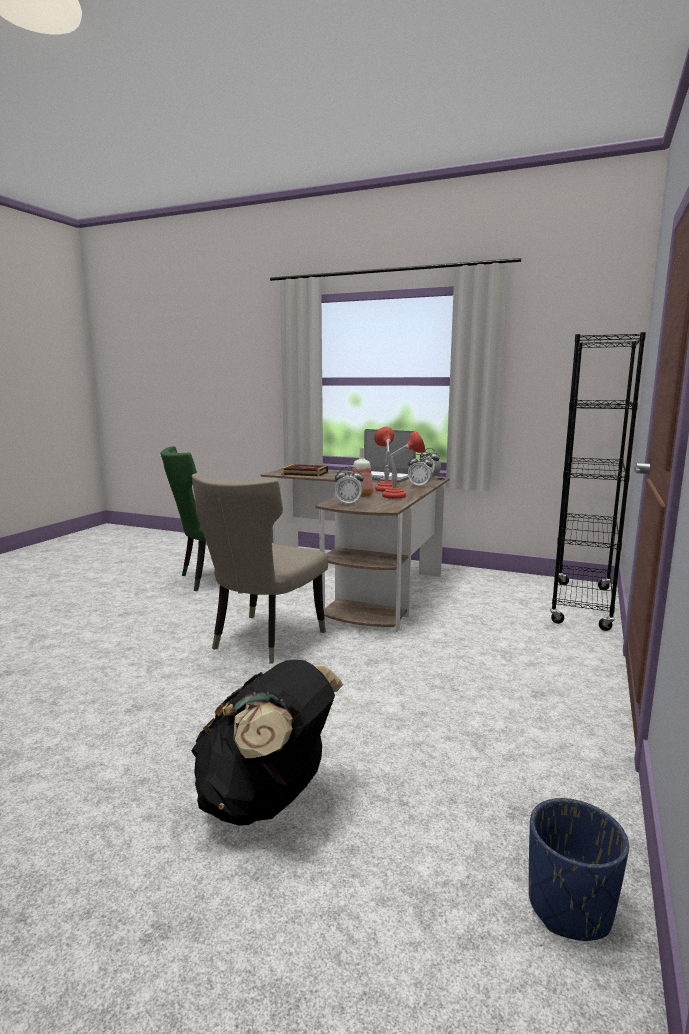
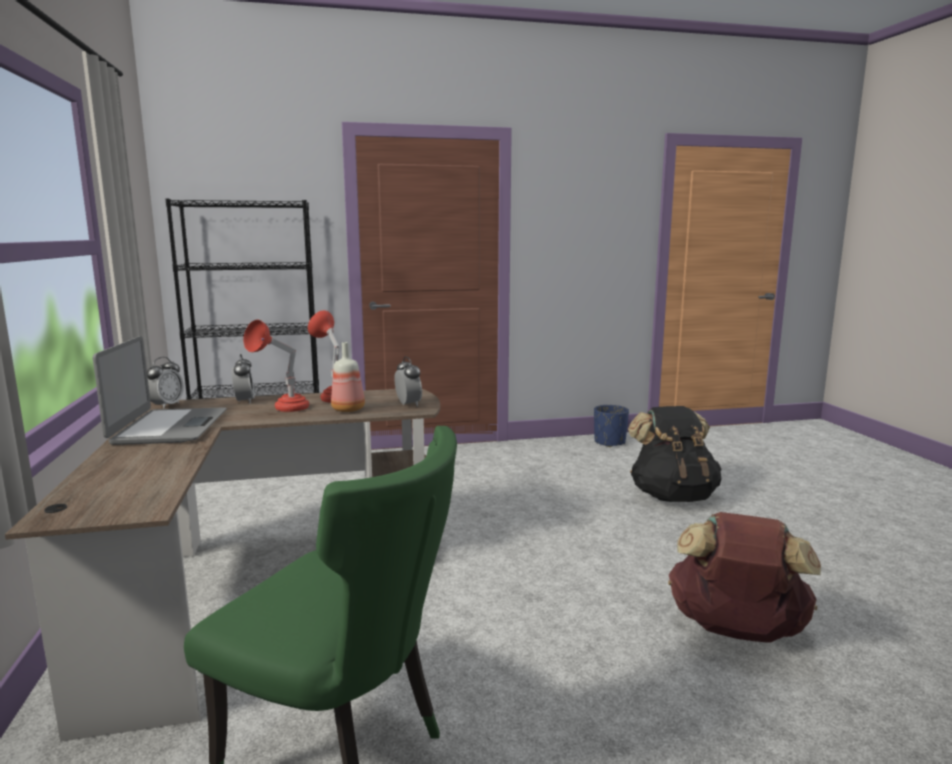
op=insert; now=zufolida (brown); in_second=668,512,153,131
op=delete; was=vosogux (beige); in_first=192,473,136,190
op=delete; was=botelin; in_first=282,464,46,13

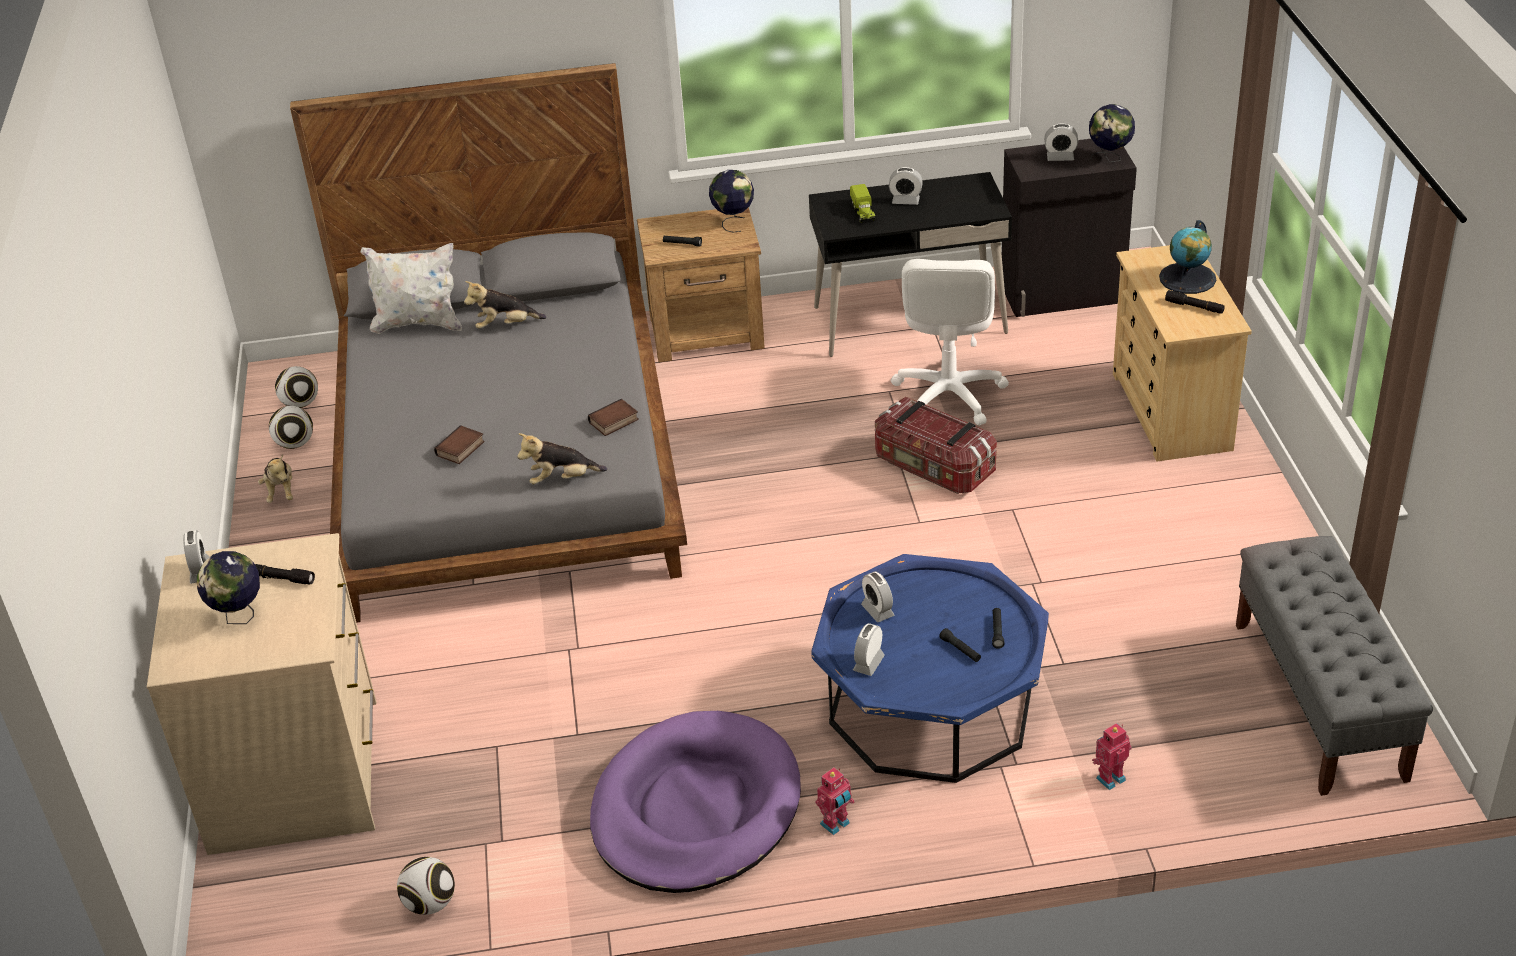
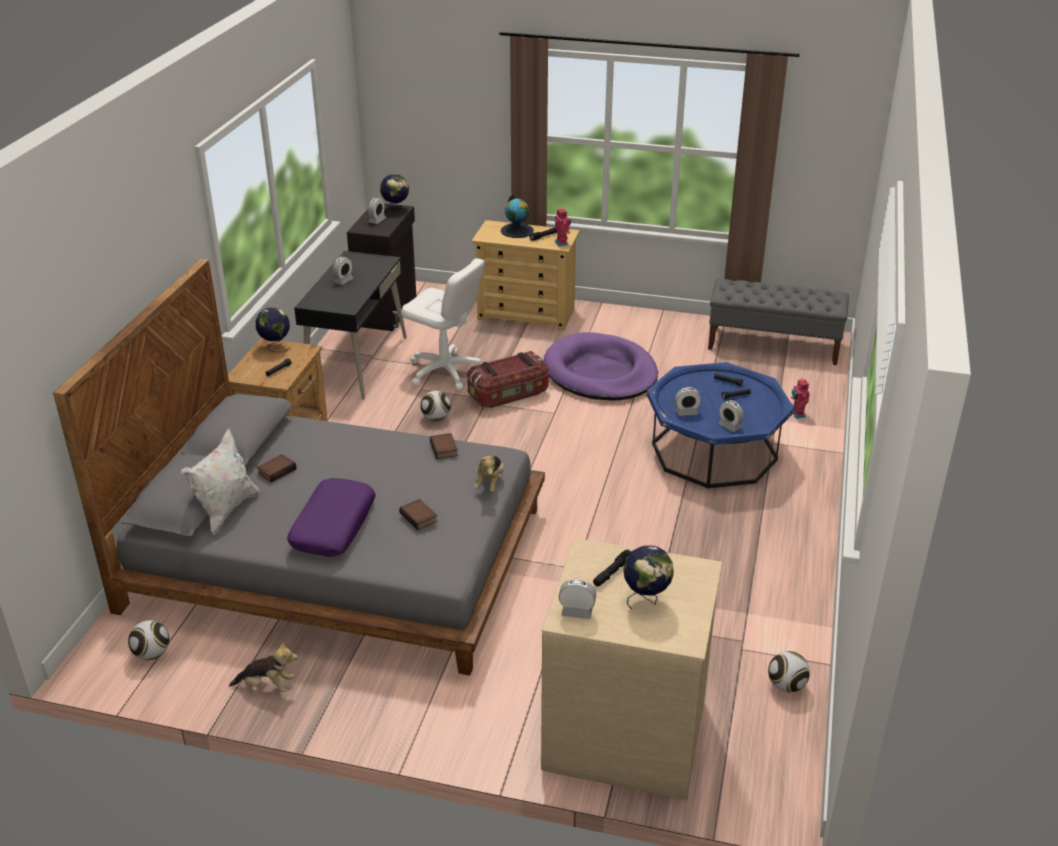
op=replace; was=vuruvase; now=botelin; in_first=464,281,82,48; in_second=257,454,40,28
op=insert; now=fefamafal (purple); in_second=287,478,88,79
op=move; was=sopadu; in_first=269,406,44,43; in_second=420,391,31,30
op=move; was=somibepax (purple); in_first=590,711,211,182; in_second=544,332,114,68
op=move; was=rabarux; in_first=815,768,39,67; in_second=555,207,16,39
op=delete; was=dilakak; in_first=850,184,25,39

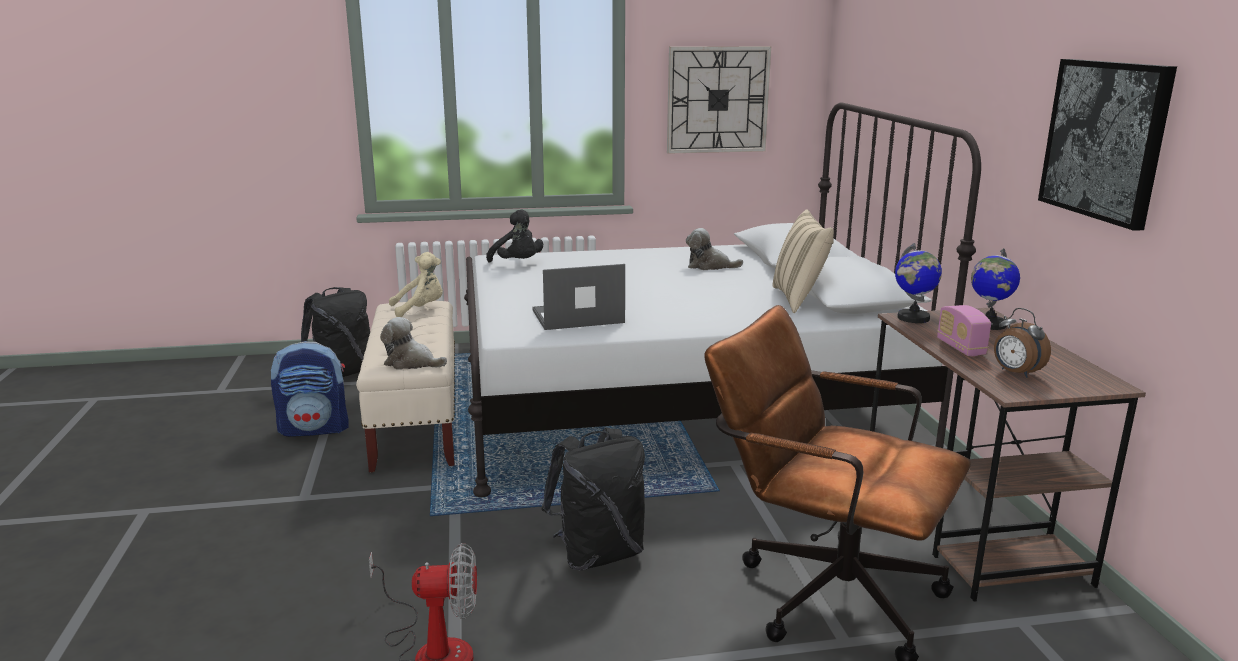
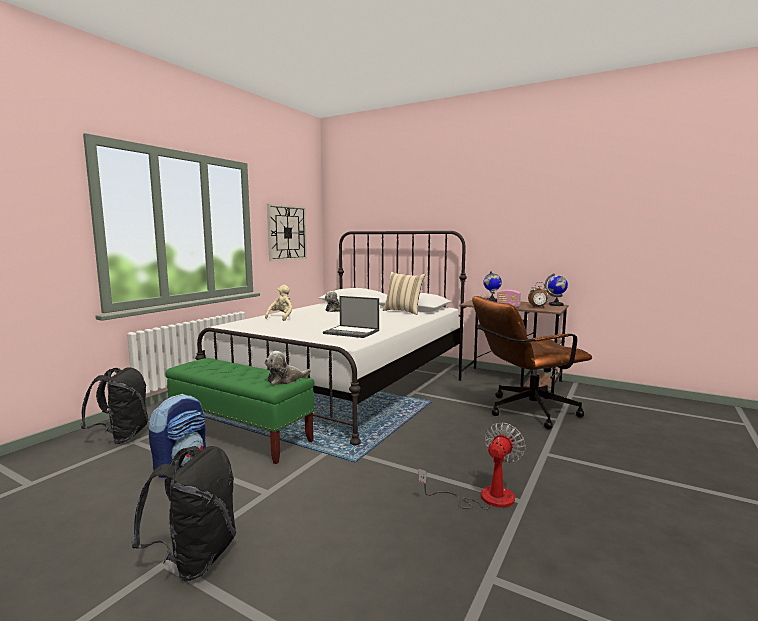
op=move; was=zufolida (black); in_first=541,428,104,142; in_second=131,446,106,135
op=recolor; was=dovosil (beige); now=dovosil (green); in_first=356,301,99,171; in_second=165,358,150,106
op=move; was=vuruvase (beige); in_first=389,252,54,65; in_second=265,285,28,36
op=rotate; was=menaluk; in_first=532,264,93,66; in_second=323,296,56,42; clockwise=-90
op=move; was=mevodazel; in_first=895,243,47,80; in_second=545,273,23,33
op=delete; was=vuruvase (black); in_first=486,209,57,54
op=delete; was=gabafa; in_first=1038,59,139,172

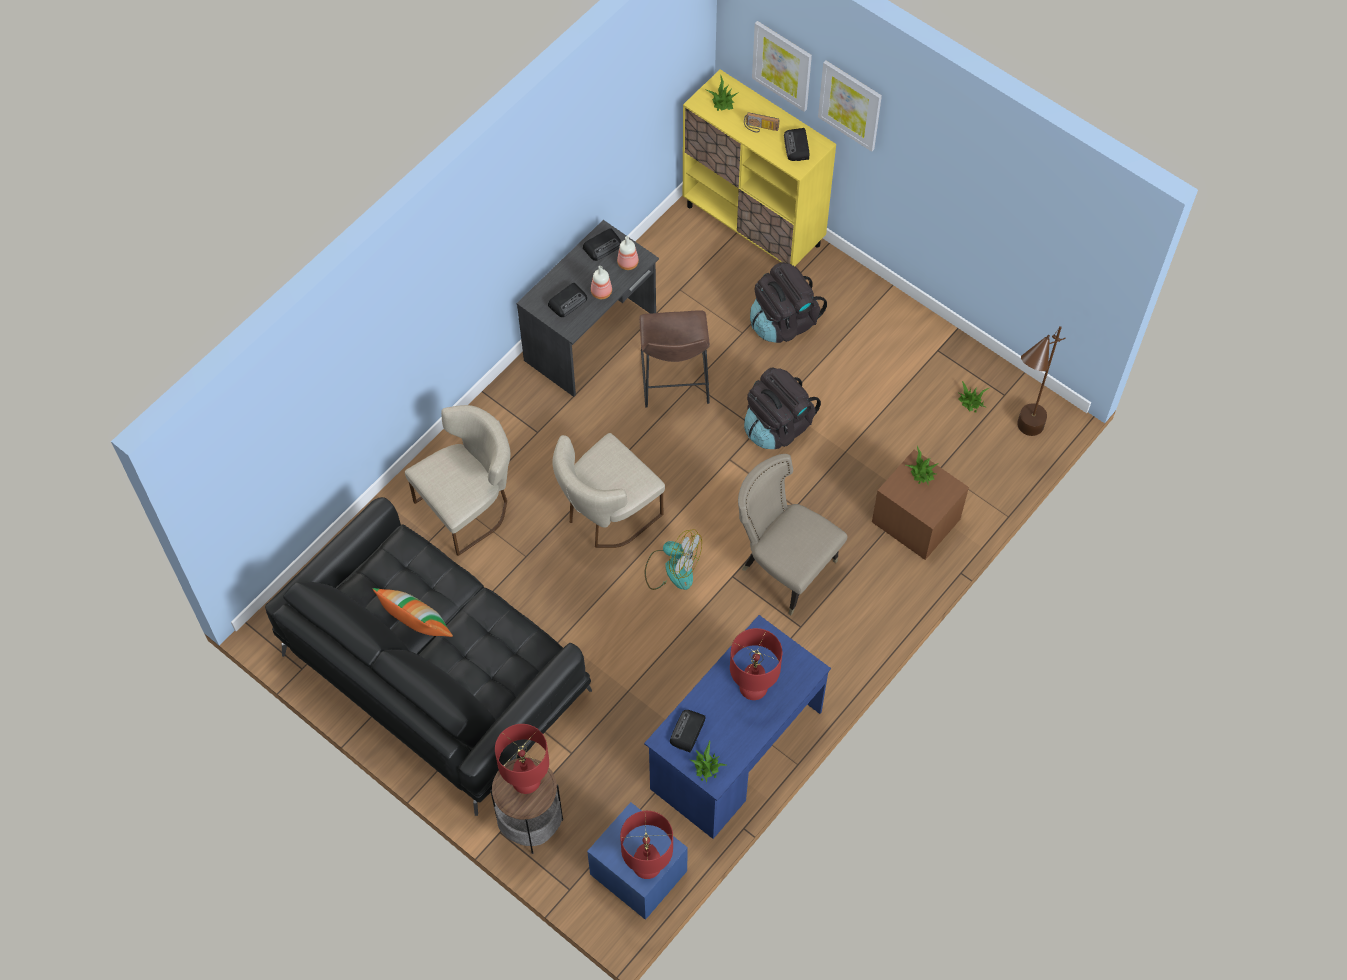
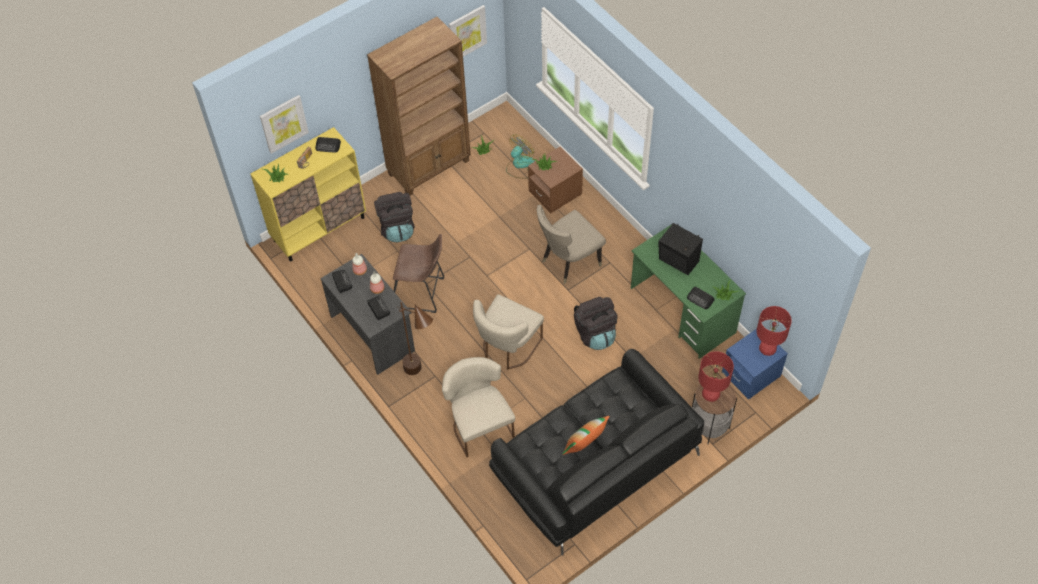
op=insert; now=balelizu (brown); in_second=367,17,104,179
op=move; was=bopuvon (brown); in_first=1017,326,49,110; in_second=398,302,35,73
op=move; was=gabafa; in_first=818,60,64,92; in_second=449,5,38,52
op=rotate; was=vosogux (beige); in_first=552,433,113,115; in_second=473,295,71,74; clockwise=60
op=move; was=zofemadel; in_first=645,529,57,61; in_second=506,134,29,45
op=move; was=zufolida (black); in_first=744,367,77,82; in_second=574,297,44,53
op=recolor; was=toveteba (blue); now=toveteba (green); in_first=644,615,187,224; in_second=631,224,115,135
op=replace; was=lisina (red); now=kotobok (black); in_first=730,628,52,72; in_second=658,223,45,52

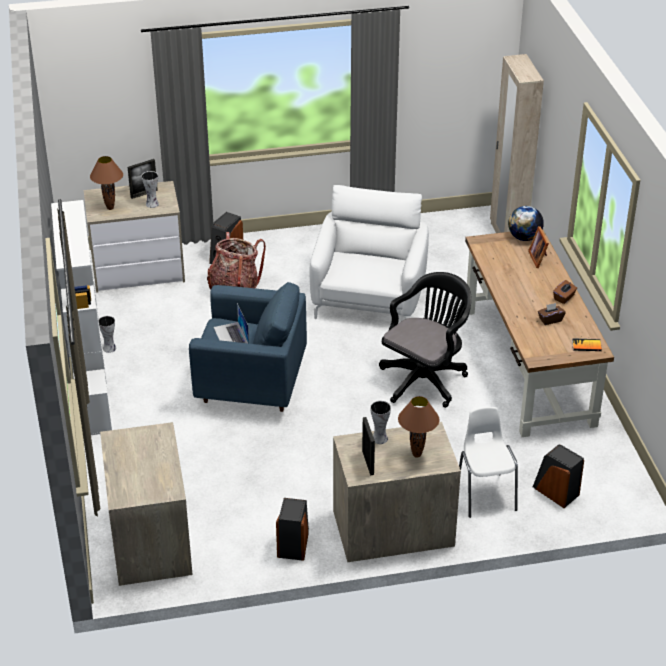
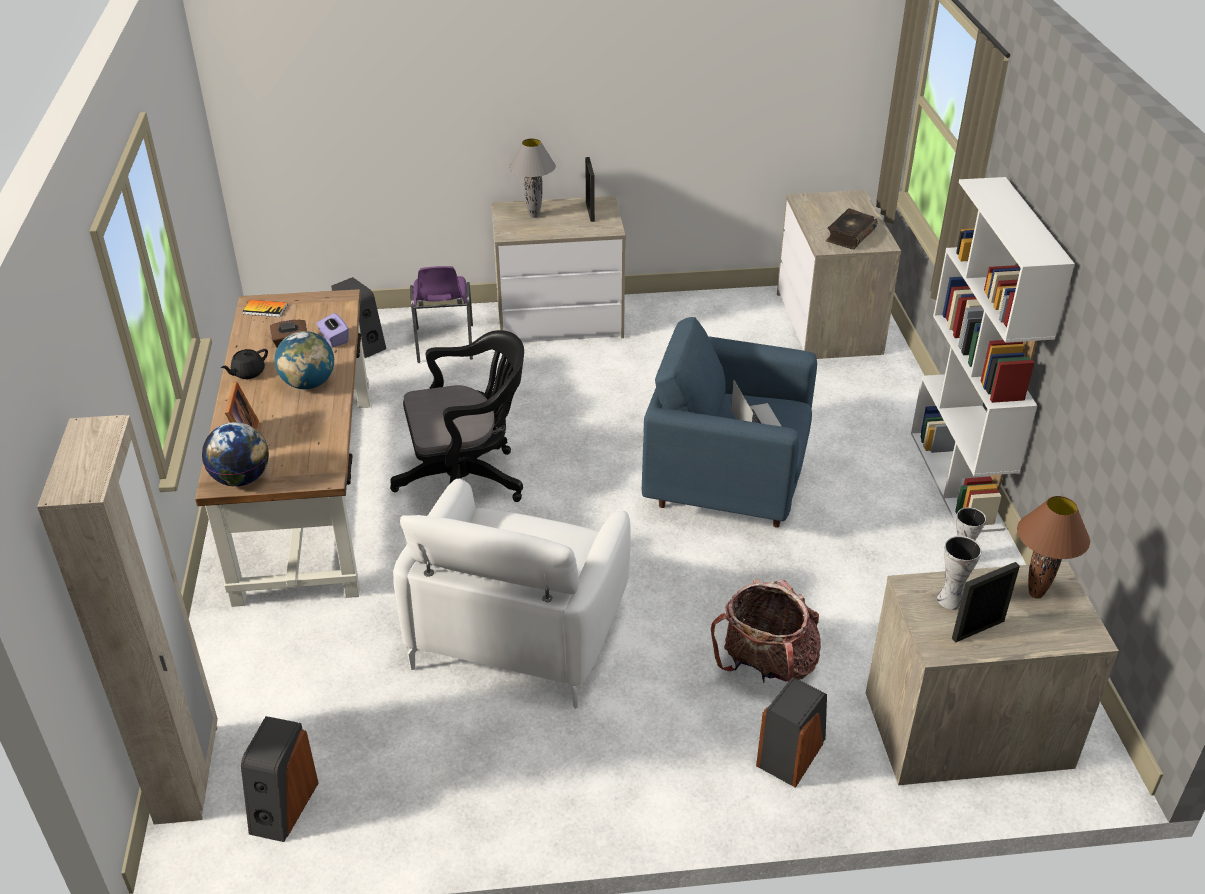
op=replace; was=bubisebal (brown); now=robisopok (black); in_first=553,280,24,24; in_second=221,349,47,30
op=move; was=kotobok; in_first=276,498,33,63; in_second=241,716,77,126
op=insert; now=mevodazel; in_second=275,331,59,58
op=insert; now=bubisebal (purple); in_second=316,313,33,34
op=rotate; was=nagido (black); in_first=379,272,93,136; in_second=390,330,134,172; clockwise=-150
op=recolor; was=vosogux (white); now=vosogux (purple); in_first=459,407,59,111; in_second=410,266,63,97
op=recolor; was=lisina (brown); now=lisina (grey); in_first=398,396,42,62; in_second=509,138,47,80
op=insert; now=botelin; in_second=826,208,52,42
op=delete; was=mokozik; in_first=370,401,21,43

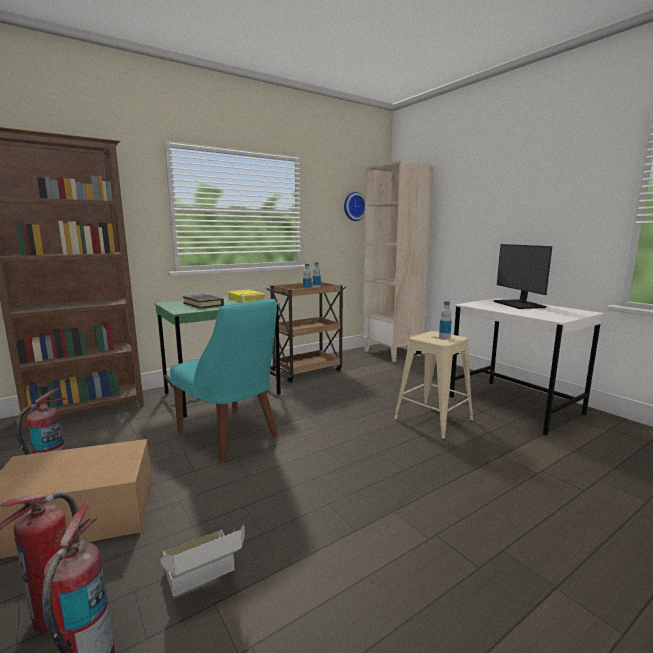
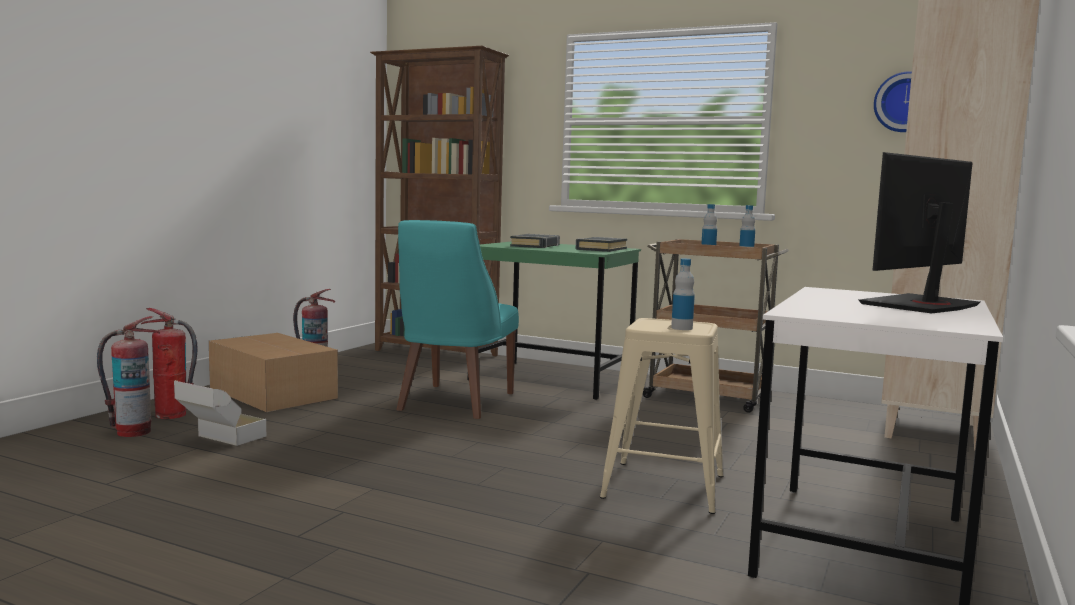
op=recolor; was=botelin (yellow); now=botelin (black); in_first=228,290,37,13; in_second=576,237,51,15

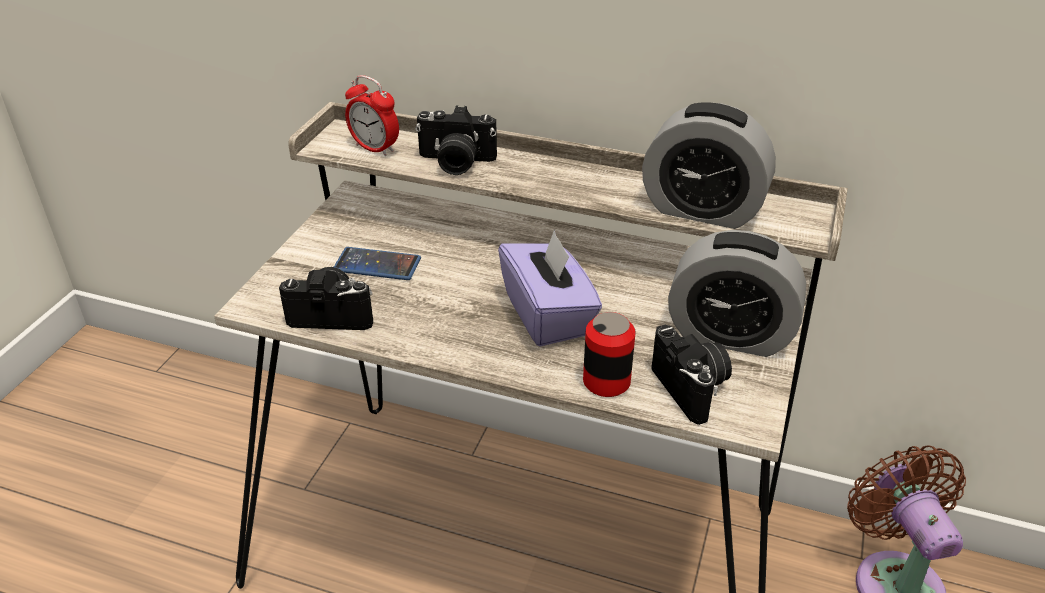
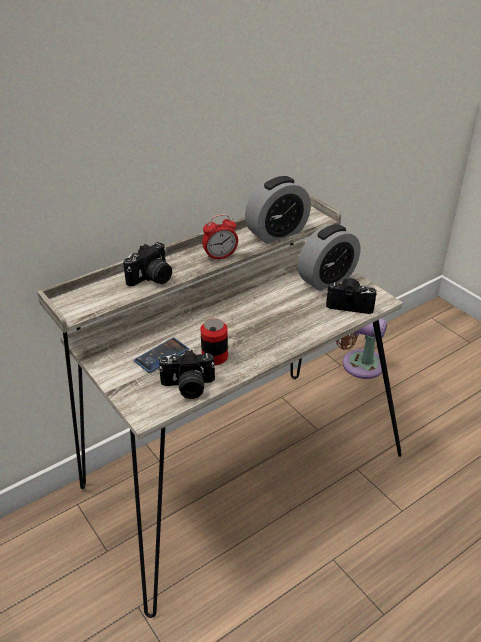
op=rotate; was=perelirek; in_first=279,267,94,63; in_second=159,350,56,49; clockwise=-135
op=move; was=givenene; in_first=583,312,53,85; in_second=201,319,27,46
op=move; was=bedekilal; in_first=345,75,54,81; in_second=202,214,36,47
op=delete; was=bubisebal (purple); in_first=498,229,104,118

